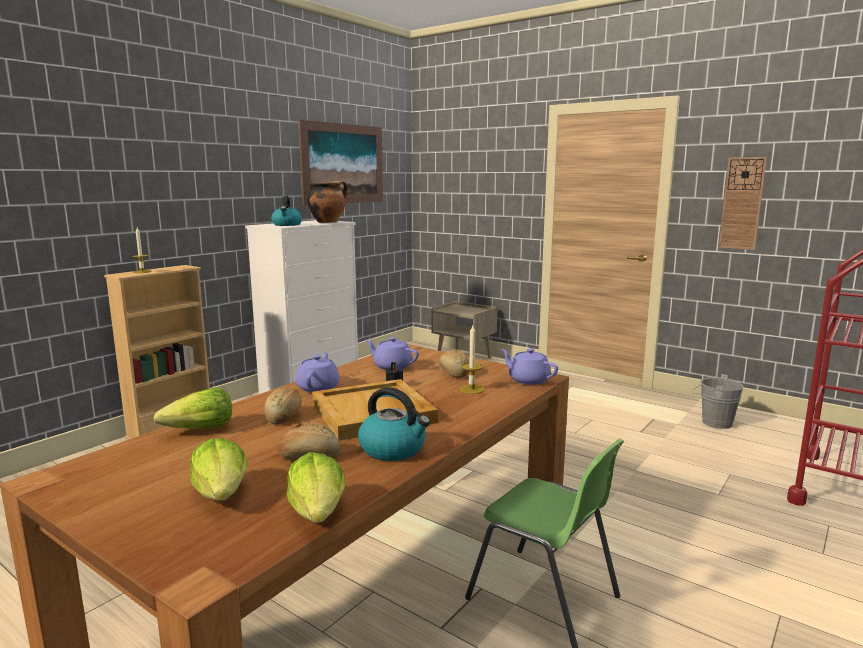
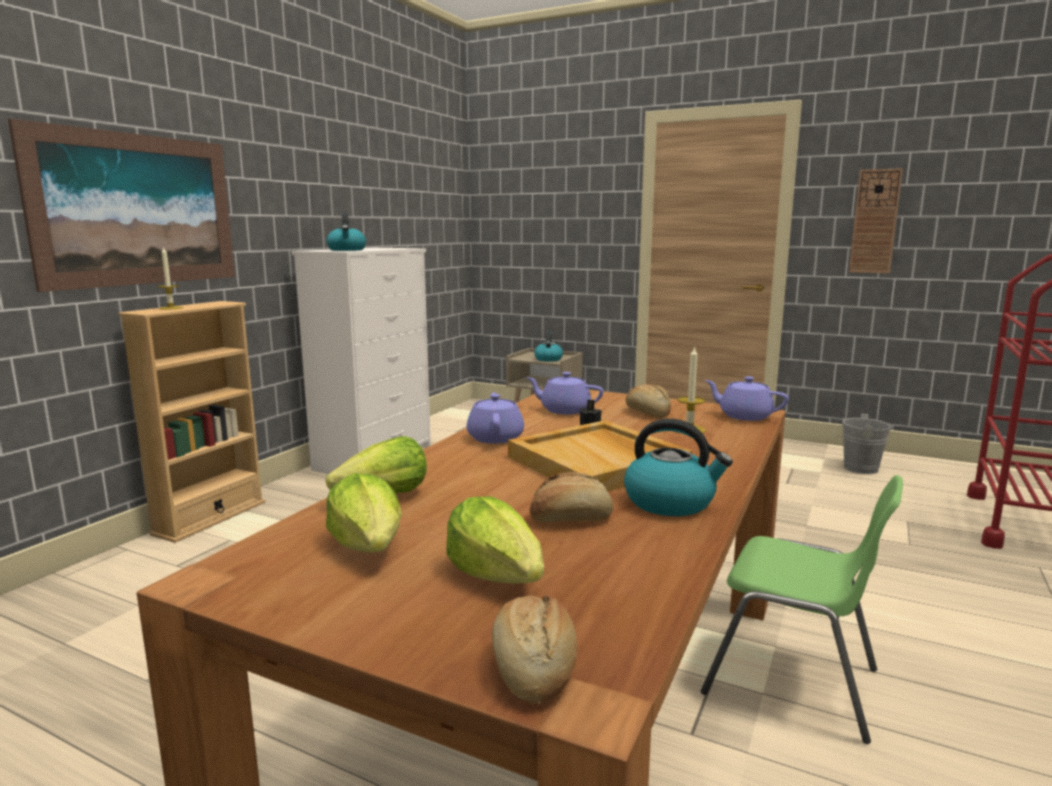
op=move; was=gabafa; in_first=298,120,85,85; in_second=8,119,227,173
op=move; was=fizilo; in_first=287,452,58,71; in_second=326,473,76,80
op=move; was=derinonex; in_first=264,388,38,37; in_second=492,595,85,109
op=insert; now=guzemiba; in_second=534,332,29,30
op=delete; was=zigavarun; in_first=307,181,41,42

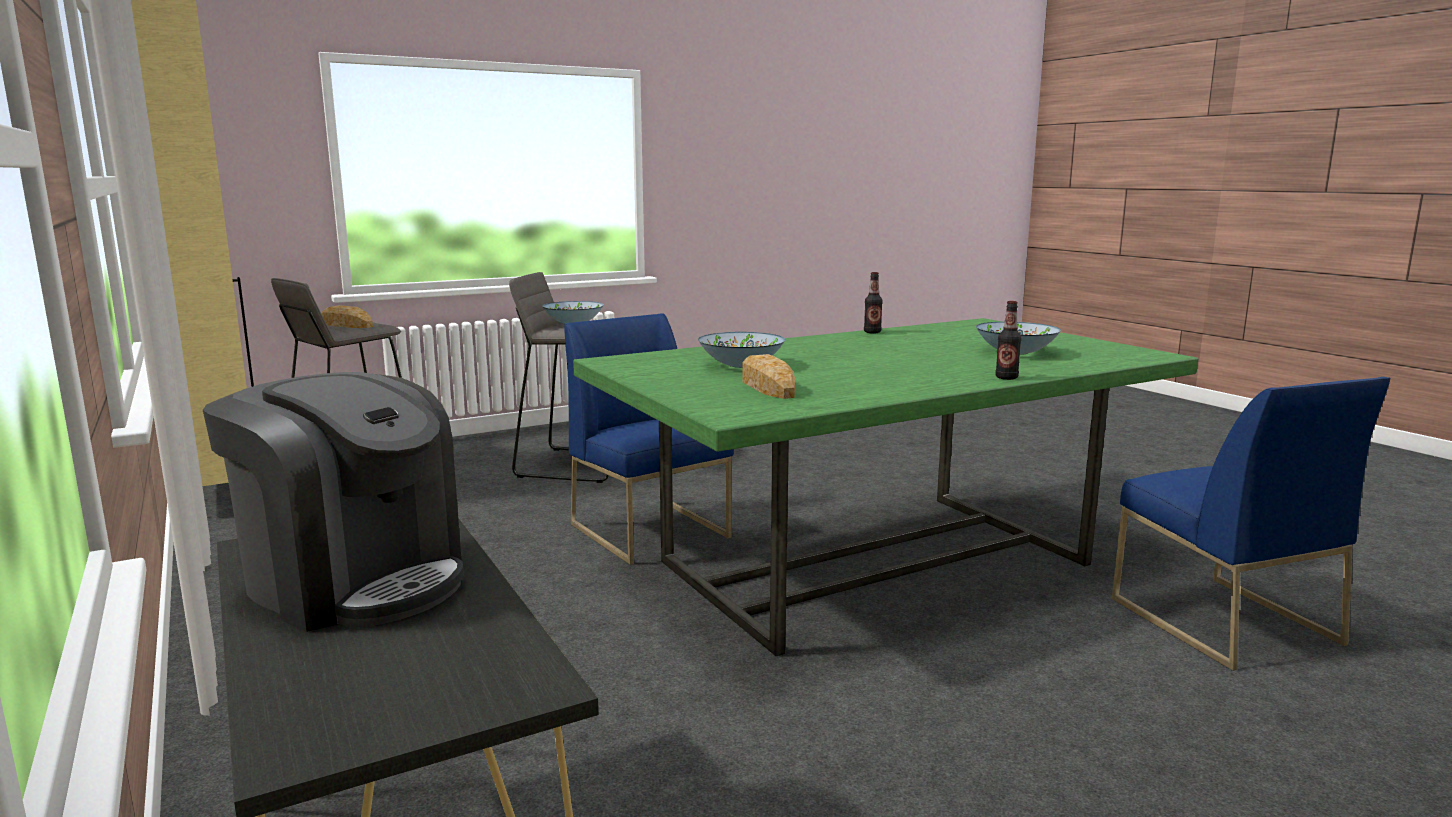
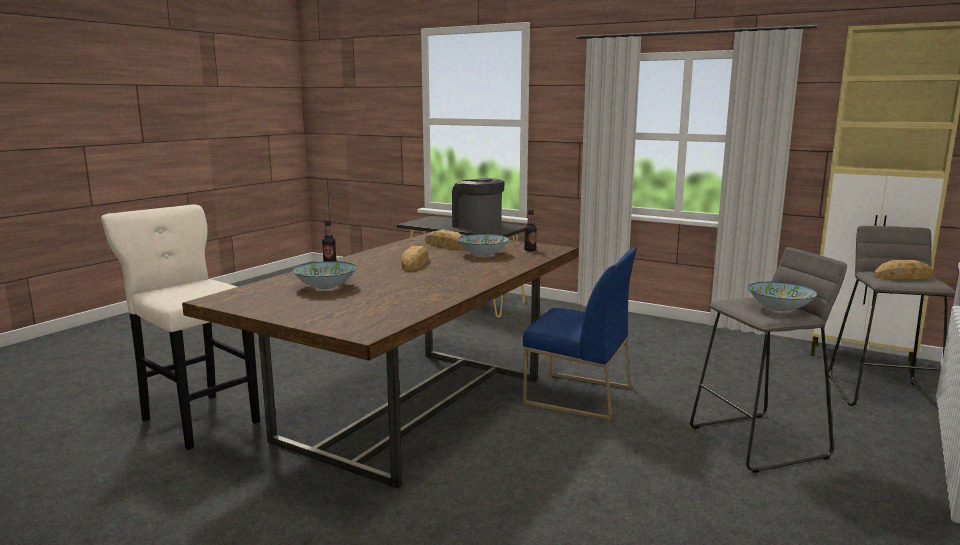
op=replace; was=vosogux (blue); now=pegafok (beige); in_first=1112,377,279,294; in_second=101,205,159,245
op=recolor; was=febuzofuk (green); now=febuzofuk (brown); in_first=573,318,625,338; in_second=182,231,396,257
op=insert; now=derinonex; in_second=402,246,26,25
op=rotate; was=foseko; in_first=203,372,261,260; in_second=452,178,53,53; clockwise=45
op=move; was=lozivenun; in_first=864,272,19,62; in_second=524,209,13,42

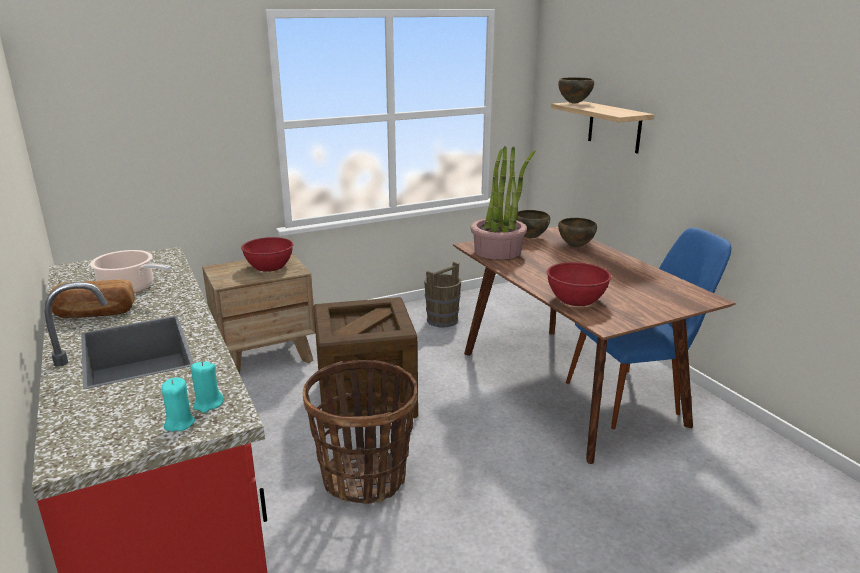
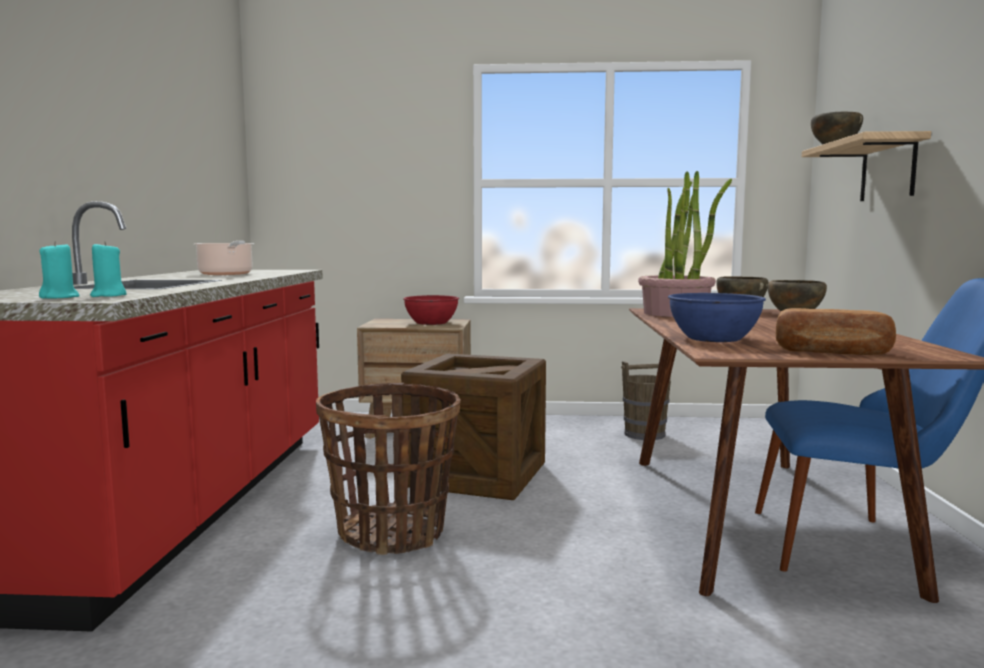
op=recolor; was=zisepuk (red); now=zisepuk (blue); in_first=547,262,64,44; in_second=668,293,98,49
op=move; was=derinonex; in_first=48,279,87,39; in_second=776,308,120,47

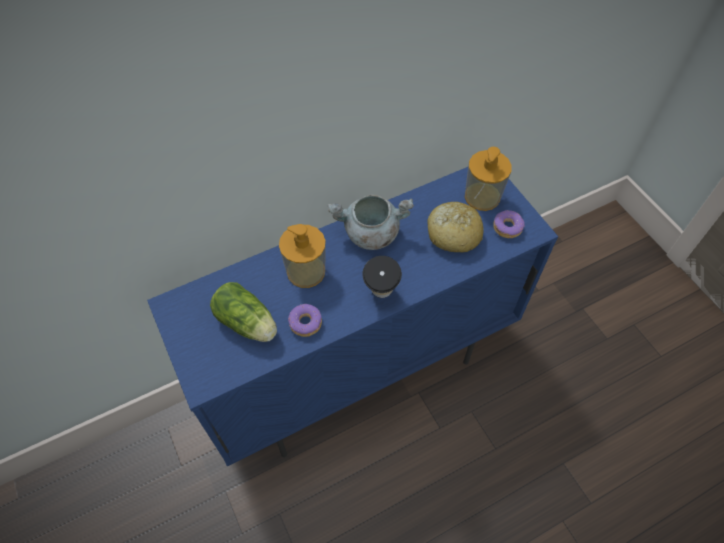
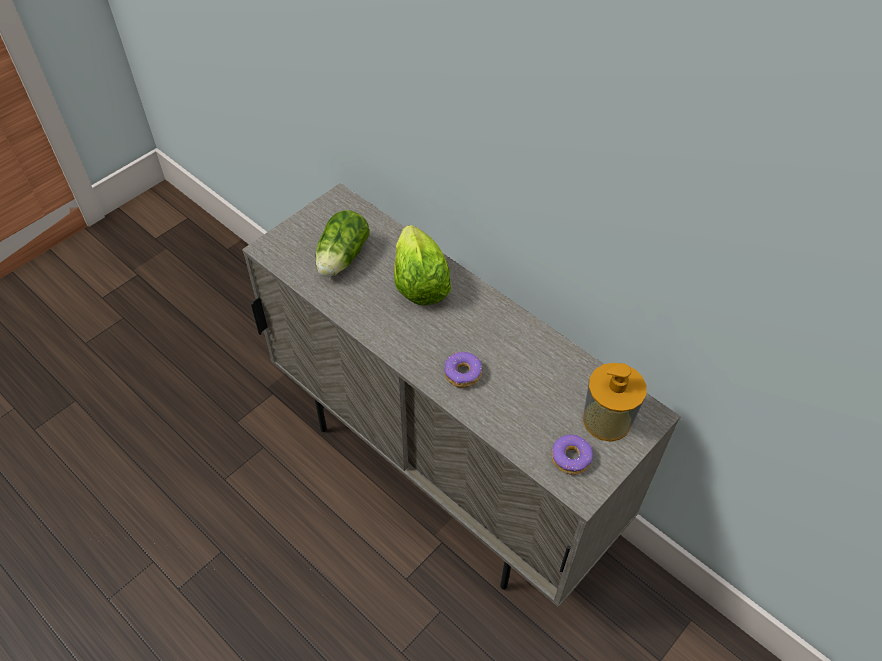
op=recolor; was=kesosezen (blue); now=kesosezen (beige); in_first=147,167,411,299; in_second=242,183,439,424
op=replace; was=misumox; now=fizilo; in_first=279,224,47,64; in_second=394,225,57,80
op=move; was=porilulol; in_first=288,304,34,33; in_second=445,352,37,36
op=delete; was=zigavarun (grey); in_first=328,195,86,55
op=delete; was=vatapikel; in_first=362,256,40,42
op=delete; was=derinonex; in_first=427,202,57,50

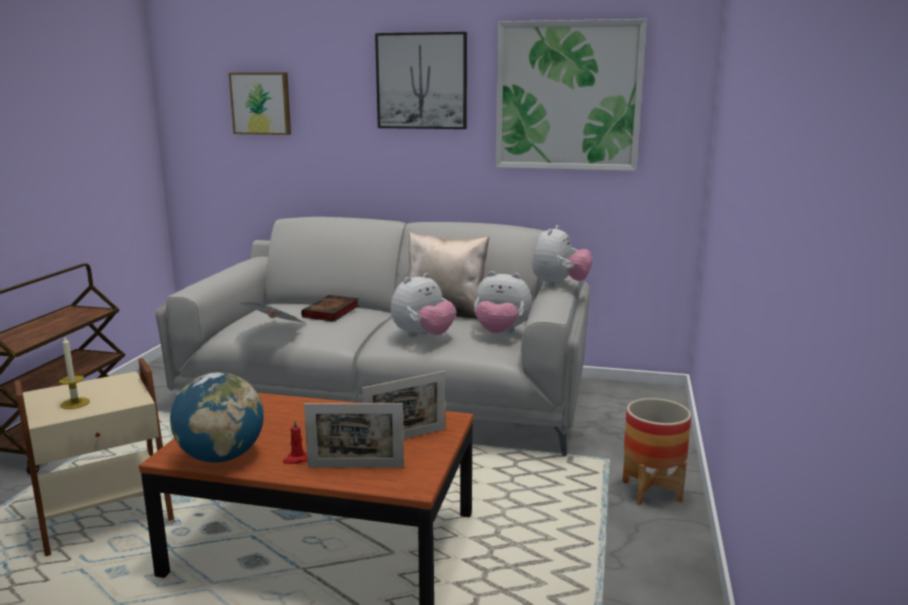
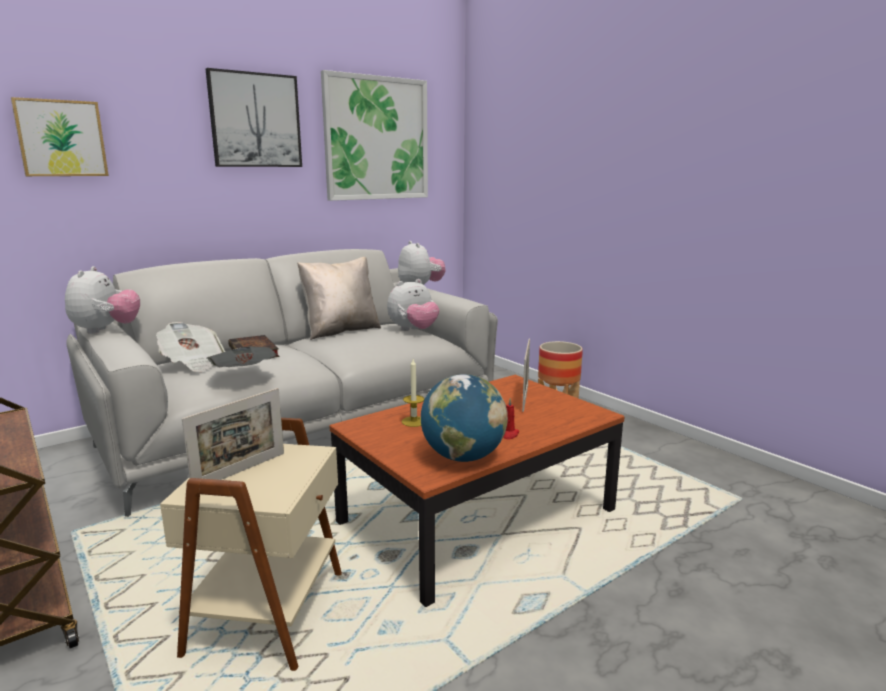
op=move; was=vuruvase; in_first=391,273,66,65; in_second=65,266,75,68
op=insert; now=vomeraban; in_second=156,322,69,50
op=move; was=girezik; in_first=304,403,100,65; in_second=182,388,102,92
op=move; was=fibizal; in_first=59,337,31,72; in_second=402,359,22,68

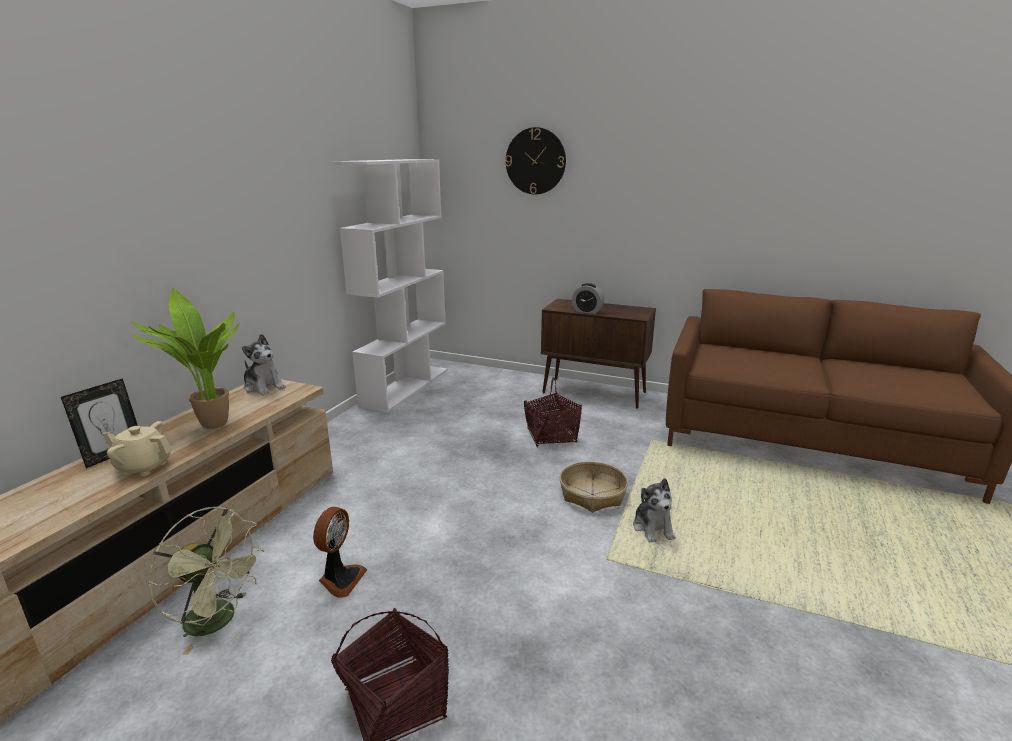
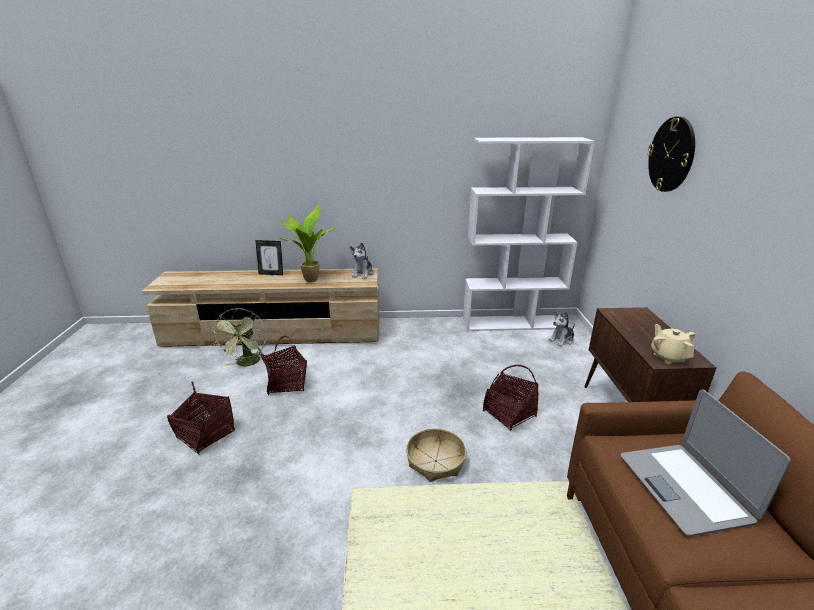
op=replace; was=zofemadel; now=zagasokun; in_first=313,507,54,91; in_second=261,336,46,60
op=move; was=vuruvase; in_first=633,478,43,65; in_second=549,311,26,36
op=insert; now=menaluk; in_second=621,389,170,147
op=move; was=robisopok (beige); in_first=102,421,70,56; in_second=651,324,44,40
op=delete; was=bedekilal; in_first=572,283,32,31

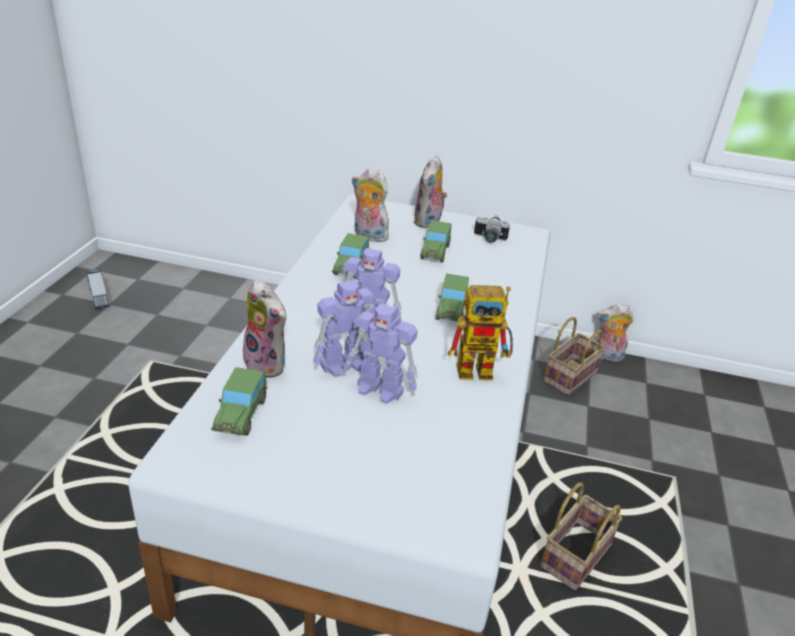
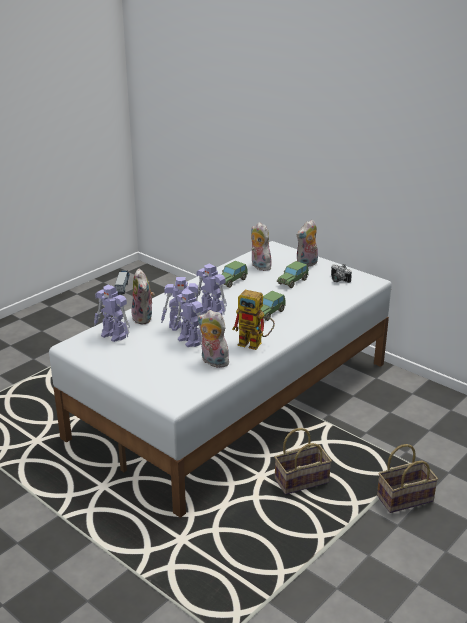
op=replace; was=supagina; now=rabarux; in_first=211,367,56,69; in_second=94,285,36,57
op=move; was=vuruvase; in_first=595,304,39,58; in_second=198,310,35,58
op=move; was=zagasokun; in_first=543,317,62,79; in_second=377,444,61,69

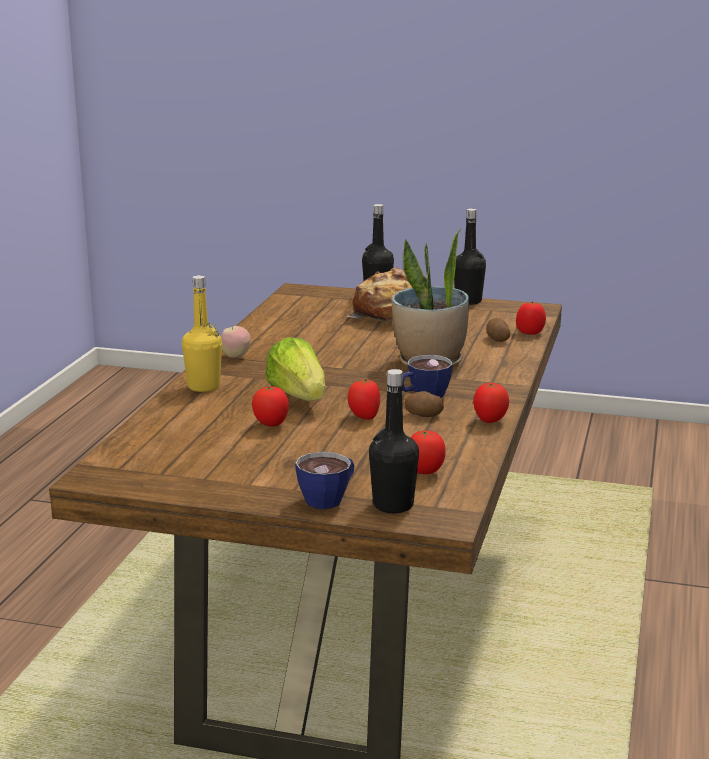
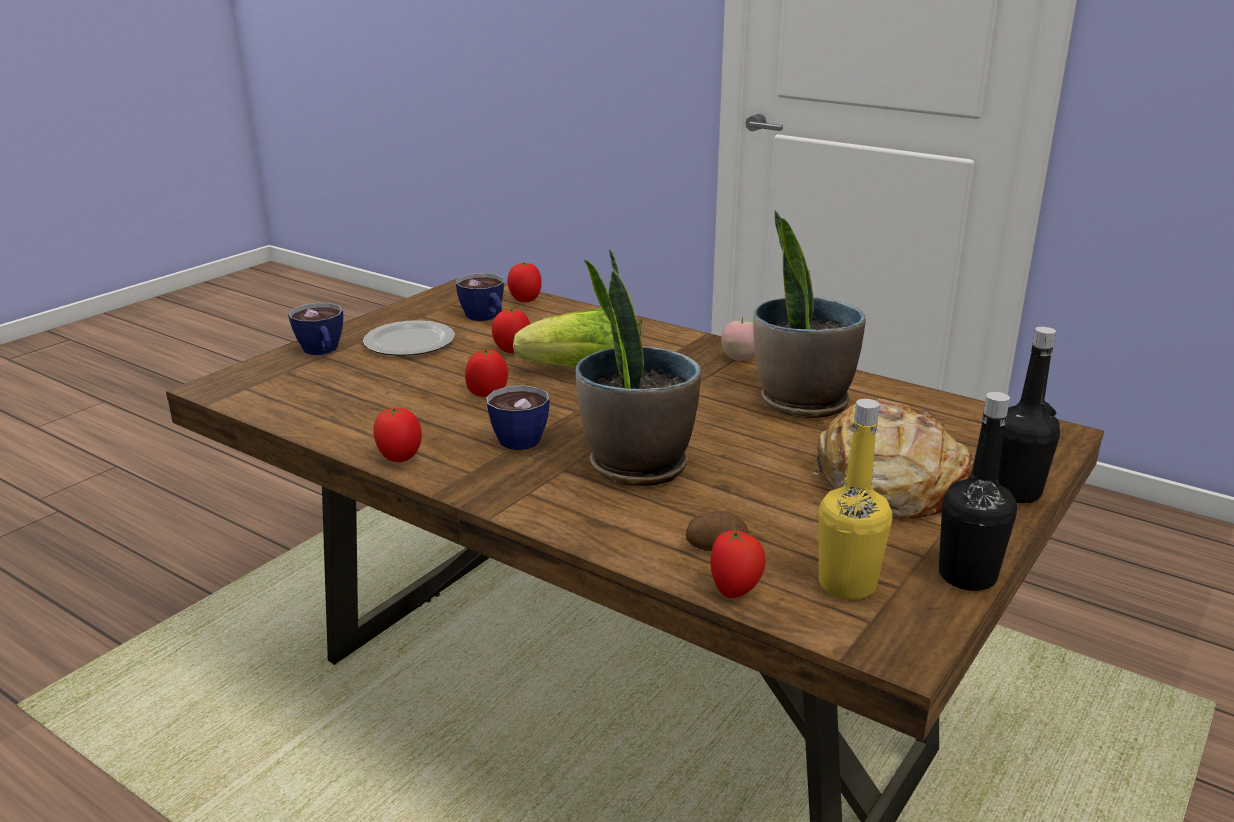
op=insert; now=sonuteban; in_second=363,320,92,36
op=insert; now=vatapikel; in_second=456,273,48,48
op=move; was=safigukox; in_first=411,430,35,44; in_second=507,262,35,40
op=insert; now=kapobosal; in_second=753,210,113,208
op=move; was=lozivenun (yellow); in_first=182,275,40,117; in_second=819,399,73,201
op=delete; was=lozivenun (black); in_first=369,369,50,144
op=delete; was=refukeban; in_first=404,391,40,26

